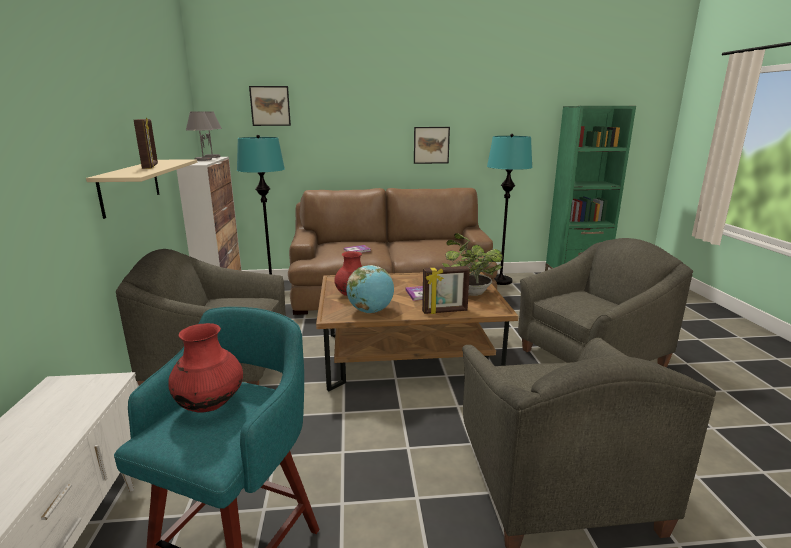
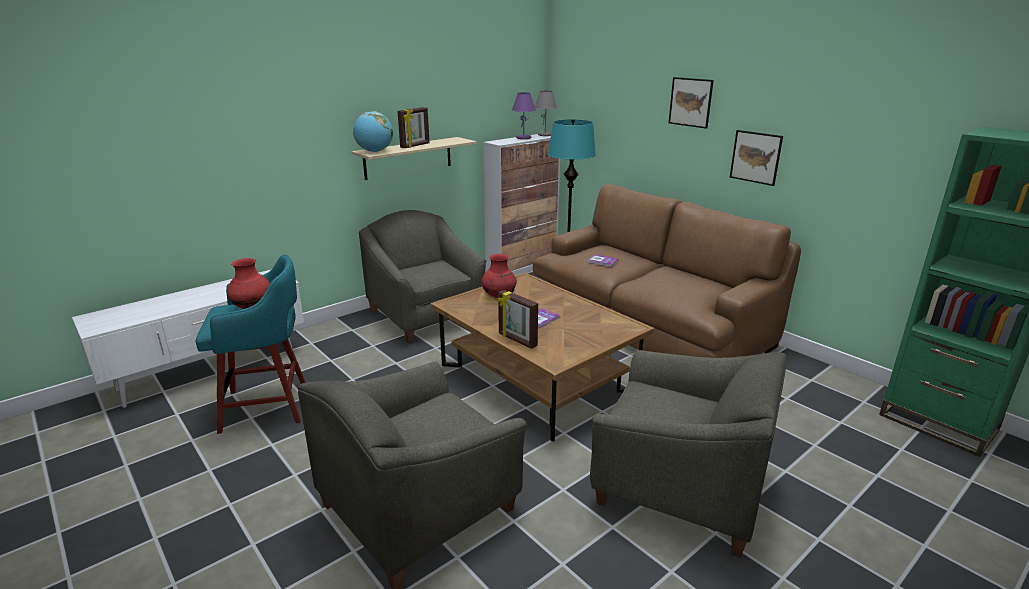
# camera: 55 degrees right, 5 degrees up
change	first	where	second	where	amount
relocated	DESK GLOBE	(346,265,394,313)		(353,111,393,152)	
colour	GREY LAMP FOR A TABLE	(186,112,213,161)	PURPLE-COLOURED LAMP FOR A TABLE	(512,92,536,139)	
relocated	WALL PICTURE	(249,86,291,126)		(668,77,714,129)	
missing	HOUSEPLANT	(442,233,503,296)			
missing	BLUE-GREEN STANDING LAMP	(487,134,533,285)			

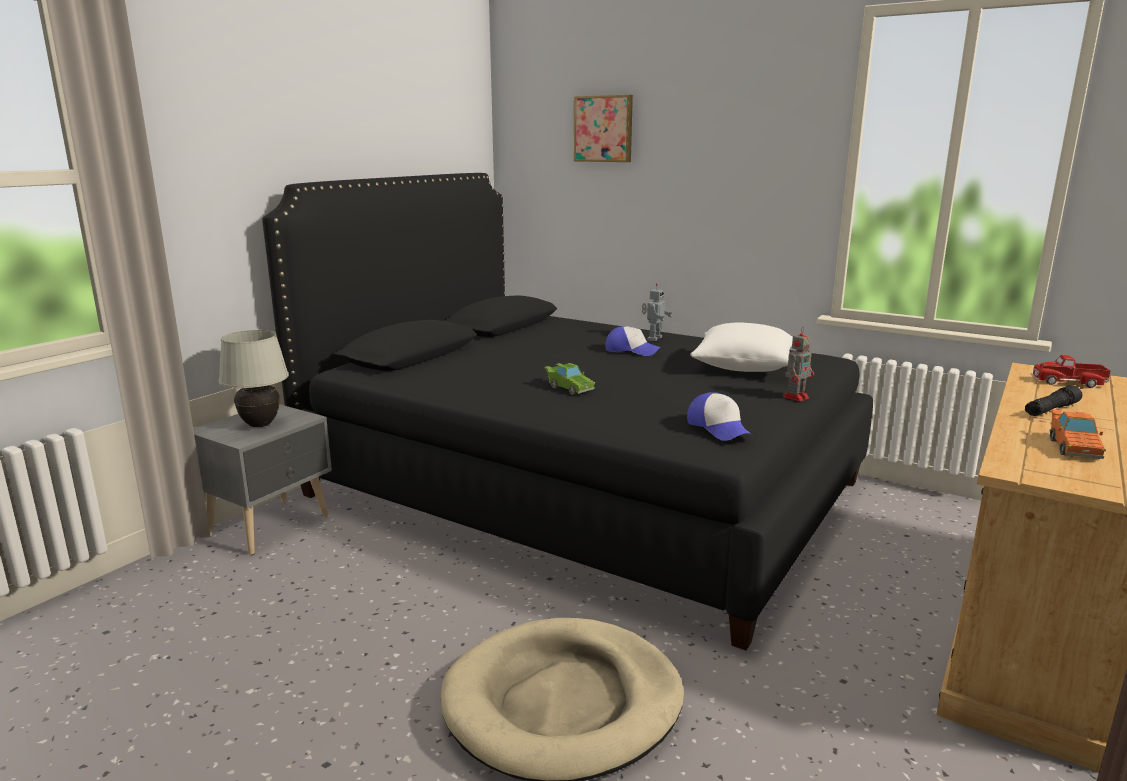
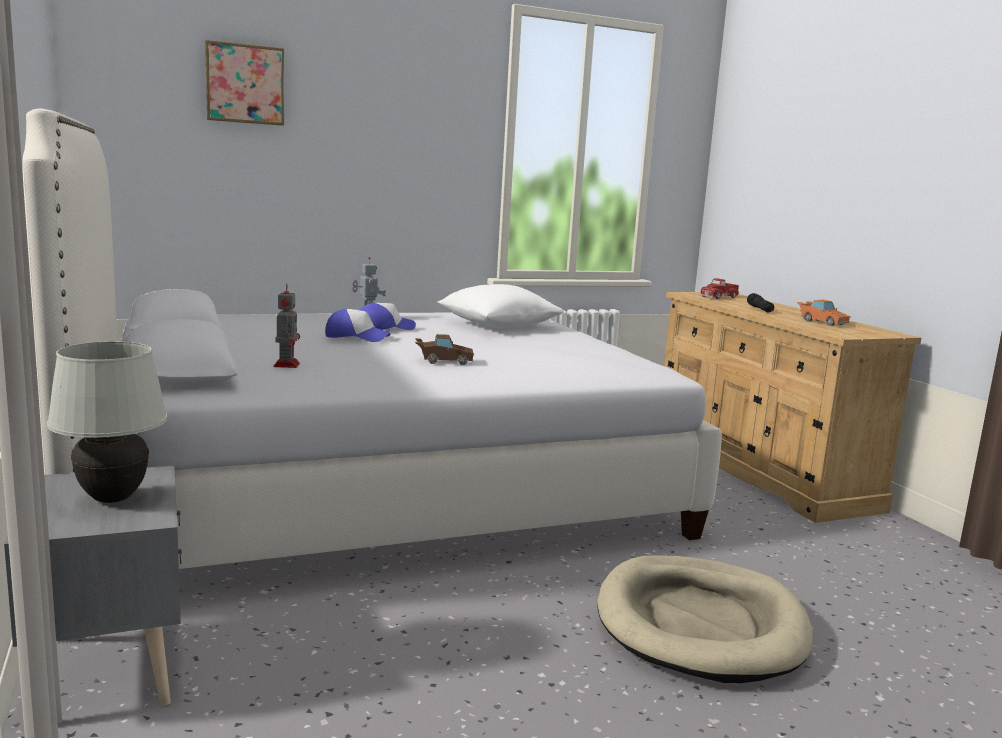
# camera: 55 degrees left, 5 degrees down
change	first	where	second	where	amount
colour	BLACKISH BED	(262,173,873,650)	WHITE BED	(22,109,722,569)	
relocated	ROBOT FIGURE	(783,327,814,402)		(274,283,300,368)	
relocated	PEAKED CAP	(687,392,752,441)		(325,309,391,342)	
colour	GREEN-COLOURED MODEL CAR	(544,363,595,395)	BROWN-COLOURED MODEL CAR	(415,334,474,365)	

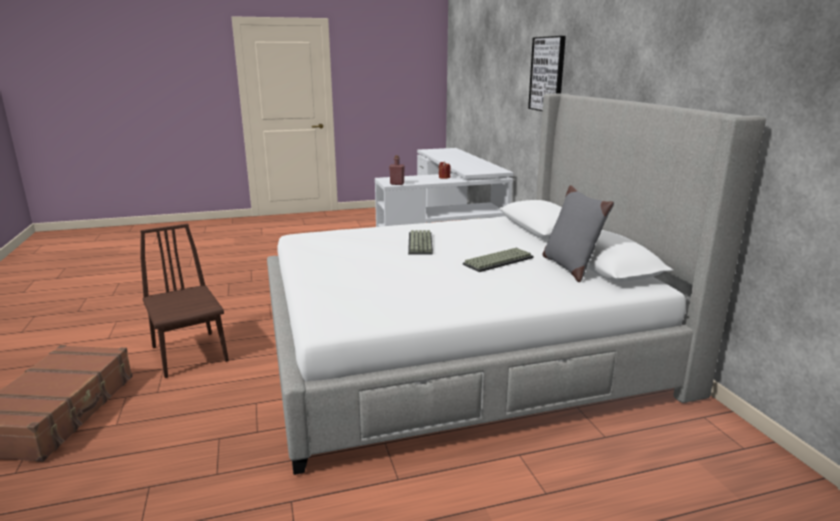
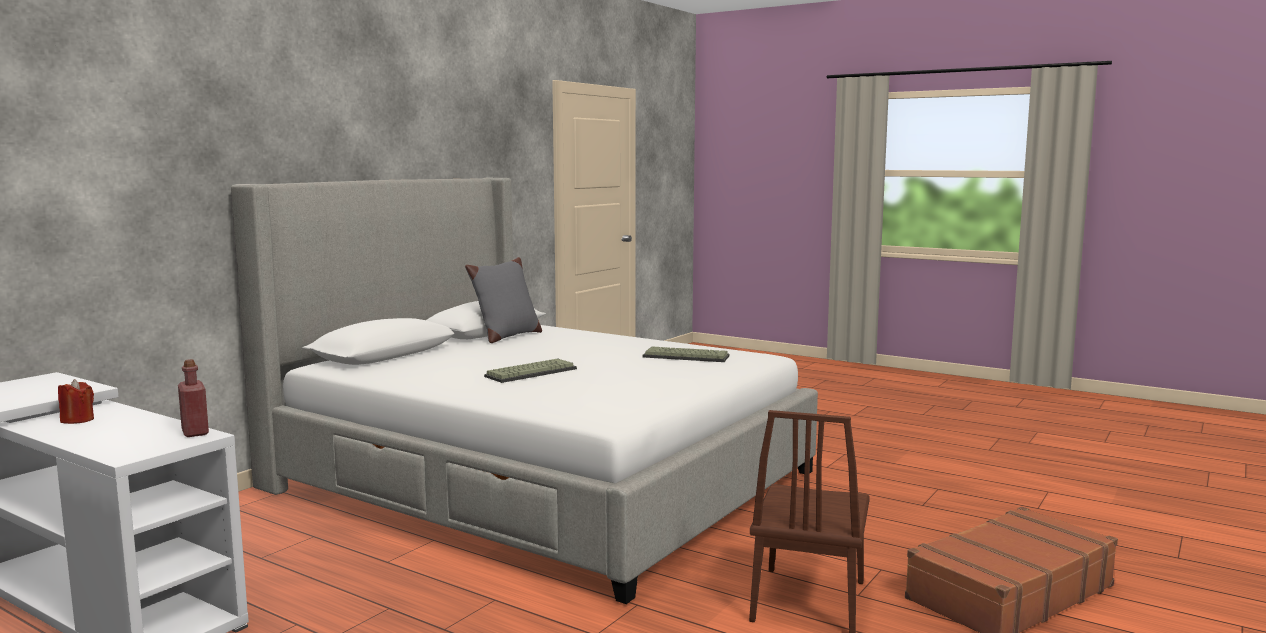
# camera: 130 degrees left, 10 degrees down
change	first	where	second	where	amount
relocated	KEYBOARD	(463,248,534,272)		(643,347,730,362)	
missing	WALL PICTURE	(528,36,566,111)			

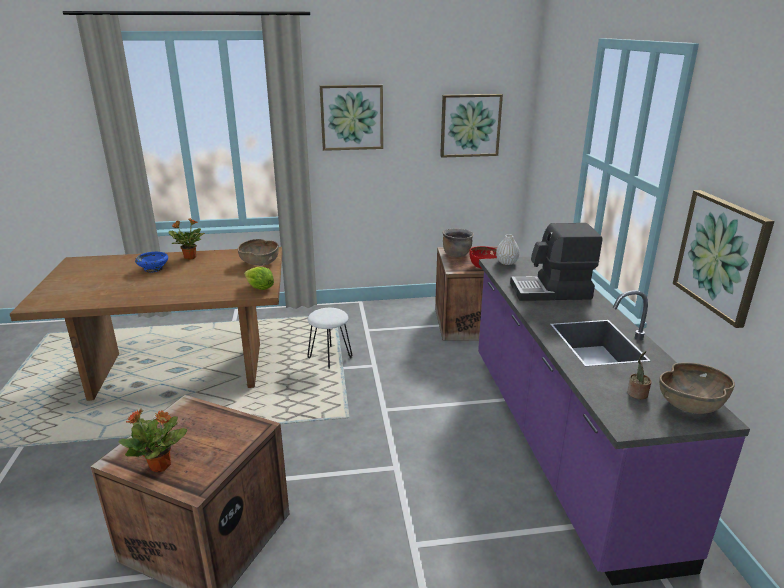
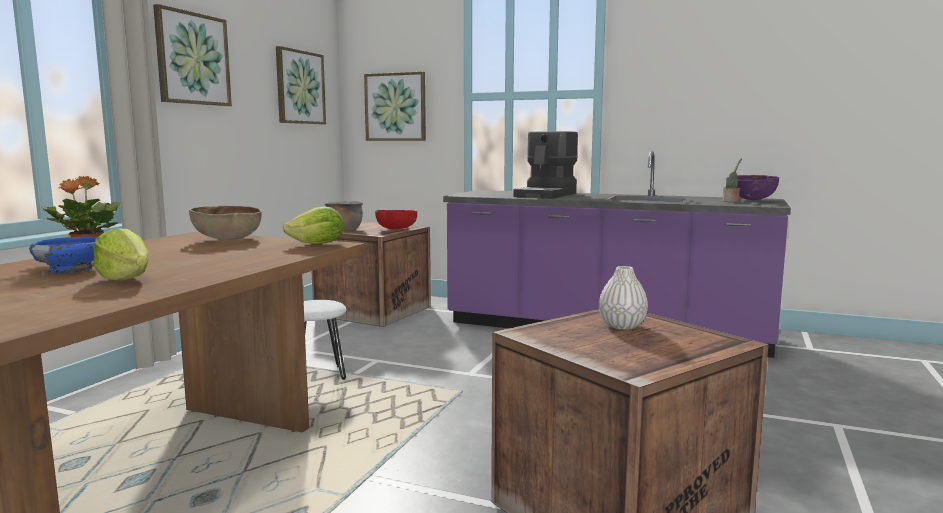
# camera: 60 degrees left, 15 degrees down
change	first	where	second	where	amount
appeared			HEAD OF LETTUCE	(93,228,149,281)	
relocated	WALL PICTURE	(673,190,774,328)		(364,72,426,141)	
relocated	WHITE FLOWER VASE	(496,234,520,265)		(599,266,648,330)	
colour	BROWN-COLOURED SERVING BOWL	(659,363,735,414)	PURPLE-COLOURED SERVING BOWL	(726,175,779,200)	
missing	HOUSEPLANT	(119,409,187,472)			

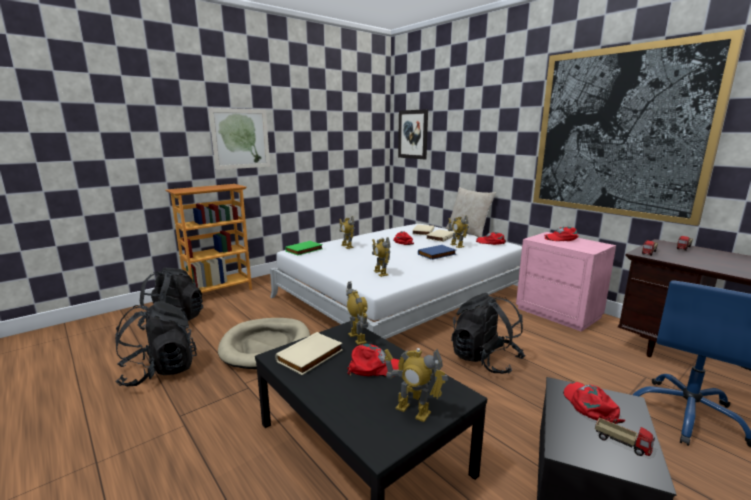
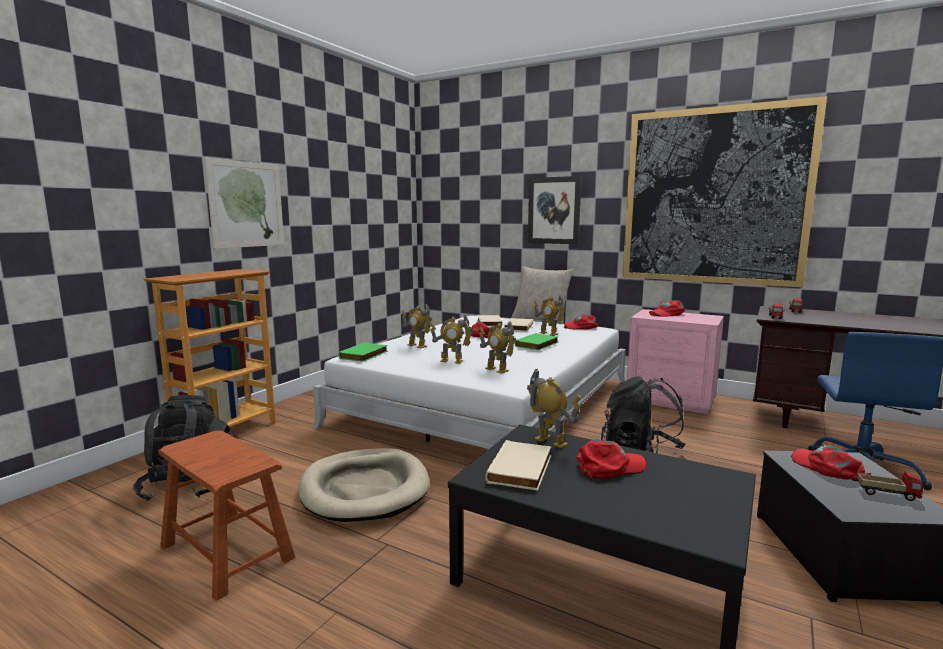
# camera: 20 degrees left, 5 degrees down
change	first	where	second	where	amount
exchanged	BLACKISH BACKPACK	(115,301,197,386)	BROWN-COLOURED SITTING STOOL	(158,431,295,601)	
relocated	ROBOT FIGURE	(384,348,448,422)		(430,314,474,364)	
colour	BLUISH BOUND BOOK	(418,245,456,260)	GREEN-COLOURED BOUND BOOK	(515,333,558,350)	
relocated	WALL PICTURE	(398,109,428,159)		(528,176,582,244)	

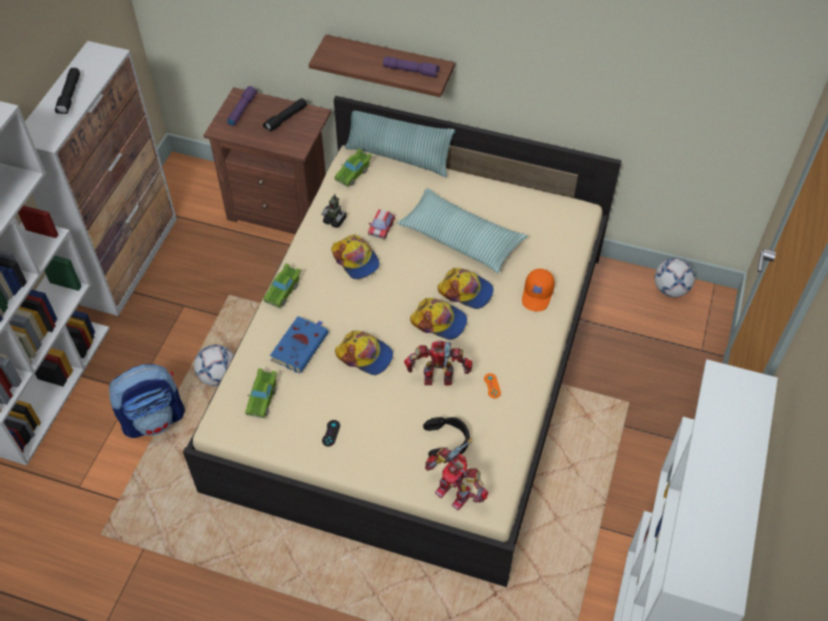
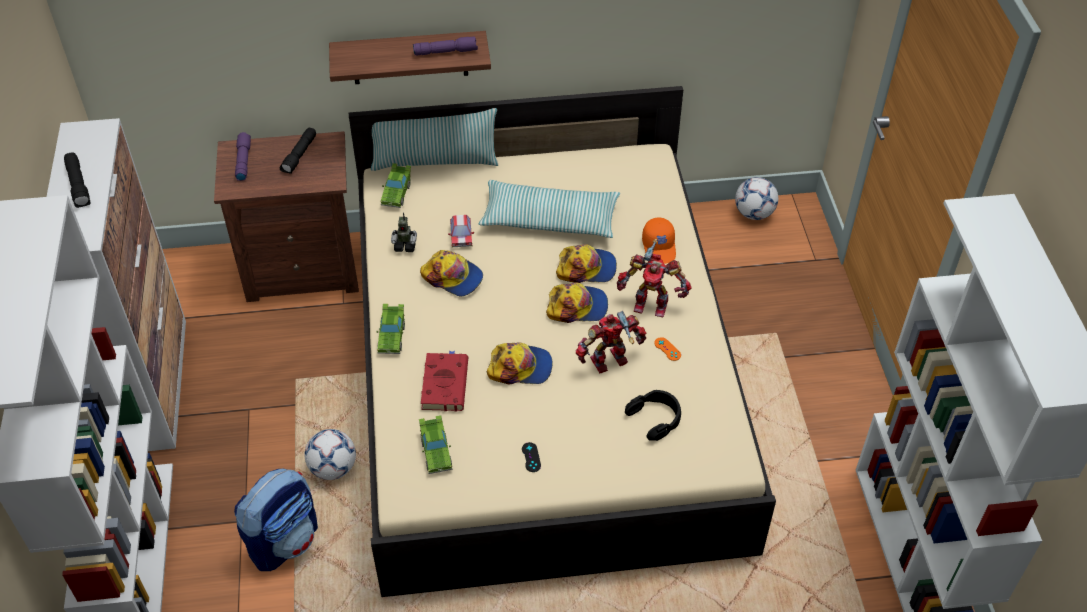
# camera: 25 degrees left, 5 degrees down
change	first	where	second	where	amount
colour	BLUISH BOUND BOOK	(270,316,329,373)	REDDISH BOUND BOOK	(421,351,468,412)	
relocated	ROBOT FIGURE	(425,438,488,510)		(617,239,691,318)	

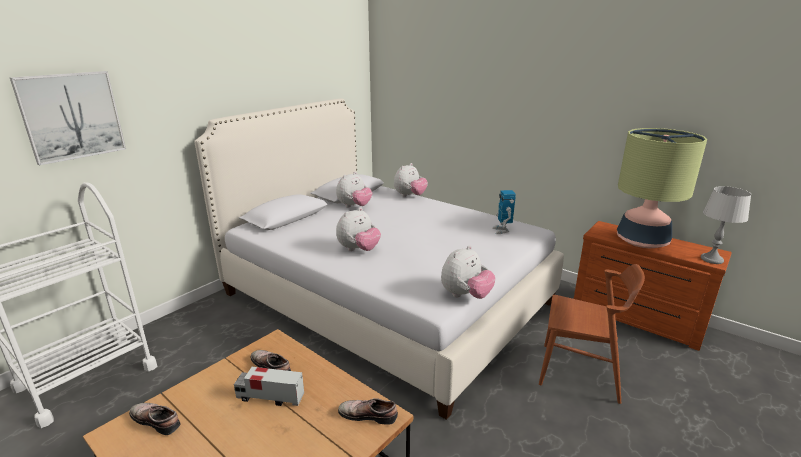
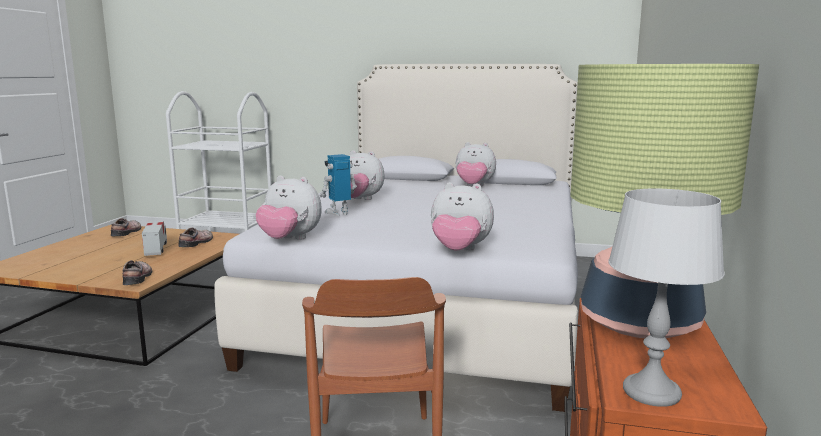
# camera: 65 degrees right, 10 degrees down
change	first	where	second	where	amount
relocated	ROBOT FIGURE	(492,190,516,234)		(320,154,357,216)	
relocated	SOFT TOY	(394,163,428,197)		(431,182,494,251)	
missing	WALL PICTURE	(10,71,126,165)			

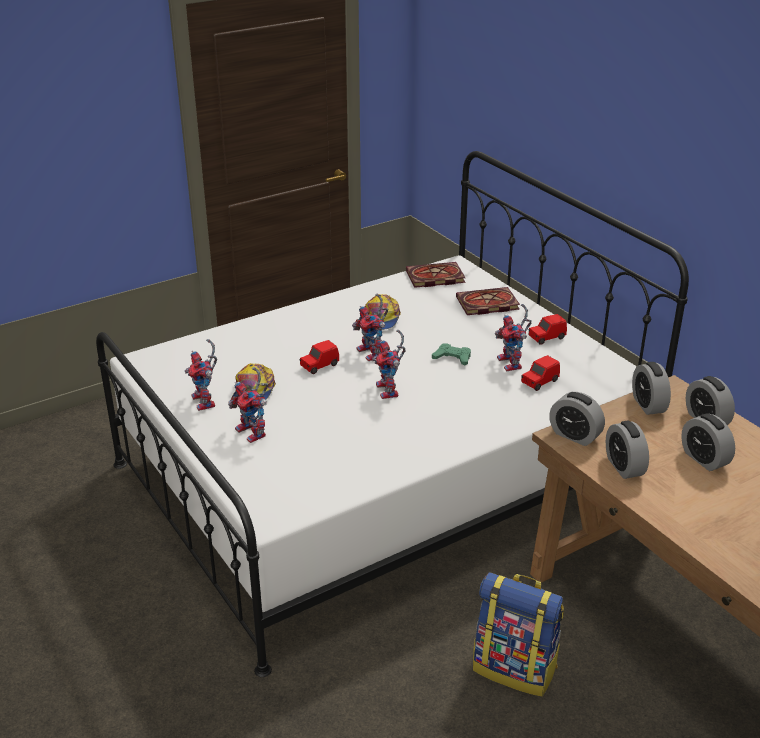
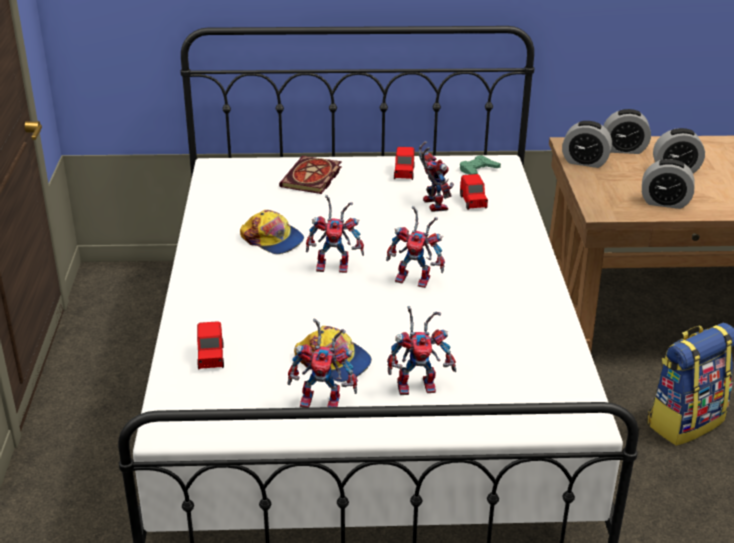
# camera: 60 degrees left, 0 degrees up
change	first	where	second	where	amount
relocated	REDDISH MODEL CAR	(299,340,339,374)		(197,321,224,370)	
spun	ROBOT FIGURE	(495,304,532,371)		(419,141,454,212)	120 degrees counterclockwise
relocated	GREEN-COLOURED JOYPAD	(432,343,471,365)		(460,155,501,175)	
missing	BOUND BOOK	(406,262,465,288)			
missing	TABLE CLOCK	(549,392,605,446)			

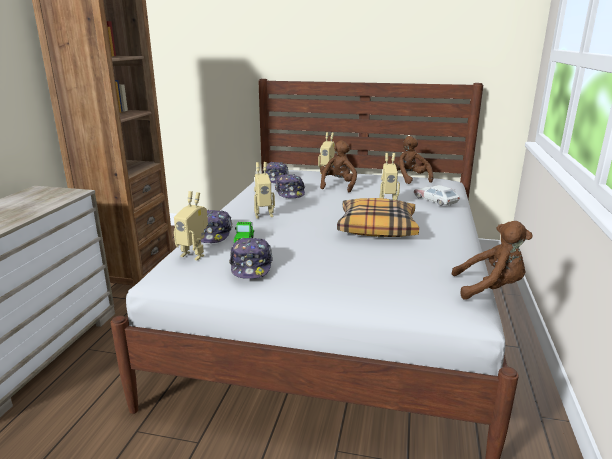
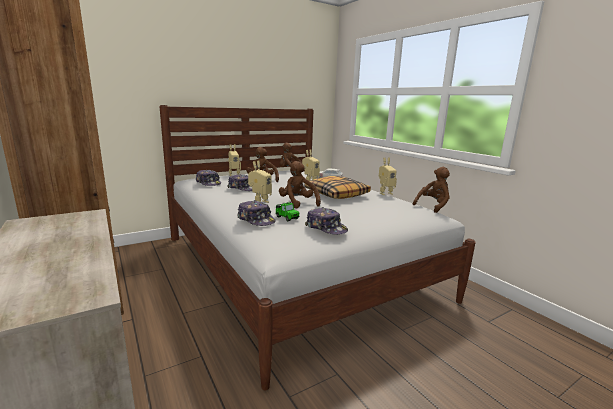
# camera: 45 degrees left, 5 degrees down
change	first	where	second	where	amount
appeared			BROWN-COLOURED SOFT TOY	(279,161,321,209)	
relocated	ROBOT FIGURE	(174,191,208,260)		(379,157,397,195)	

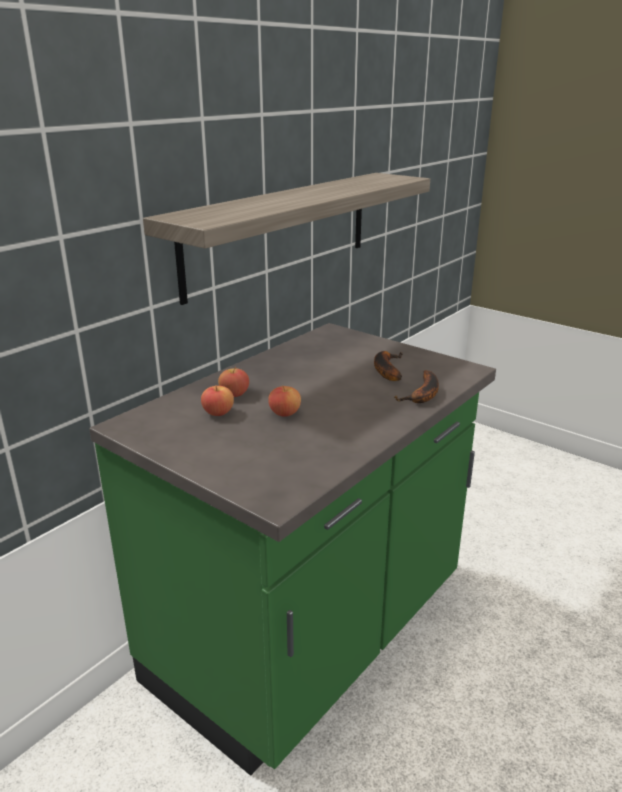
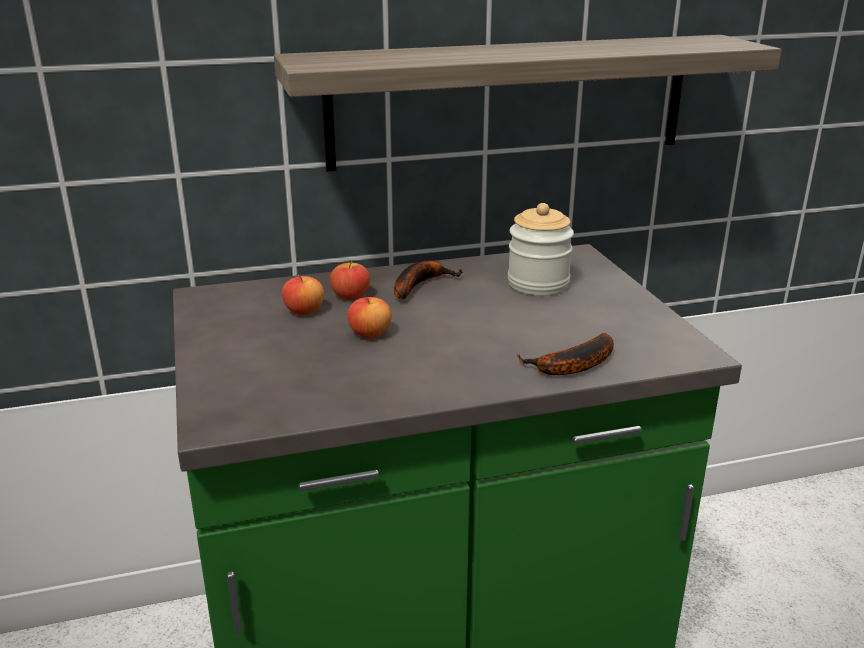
# camera: 35 degrees right, 0 degrees up
change	first	where	second	where	amount
relocated	WHOLE BANANA	(374,351,402,381)		(394,261,463,299)	
appeared			PRESERVE JAR	(508,203,574,295)	

